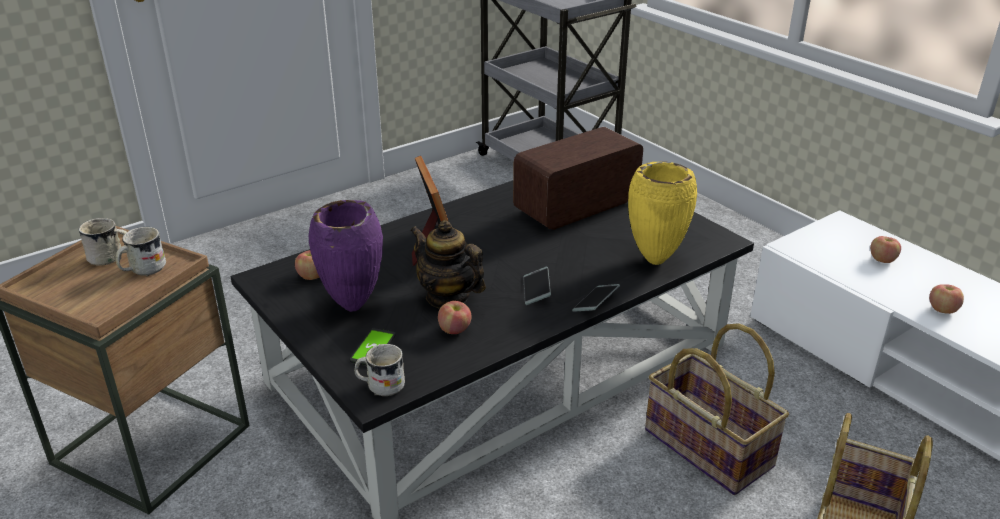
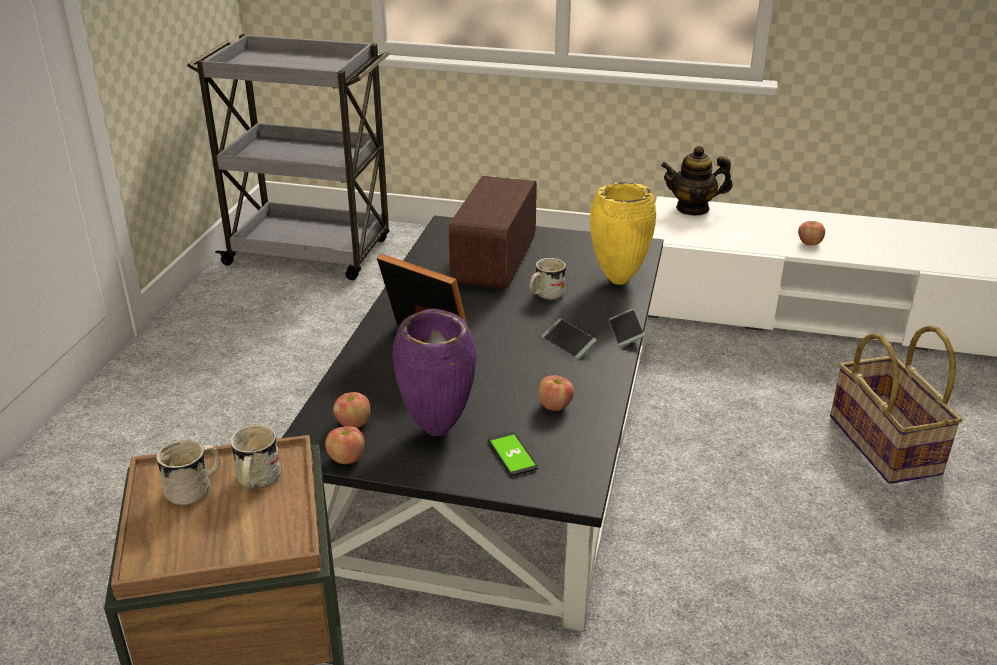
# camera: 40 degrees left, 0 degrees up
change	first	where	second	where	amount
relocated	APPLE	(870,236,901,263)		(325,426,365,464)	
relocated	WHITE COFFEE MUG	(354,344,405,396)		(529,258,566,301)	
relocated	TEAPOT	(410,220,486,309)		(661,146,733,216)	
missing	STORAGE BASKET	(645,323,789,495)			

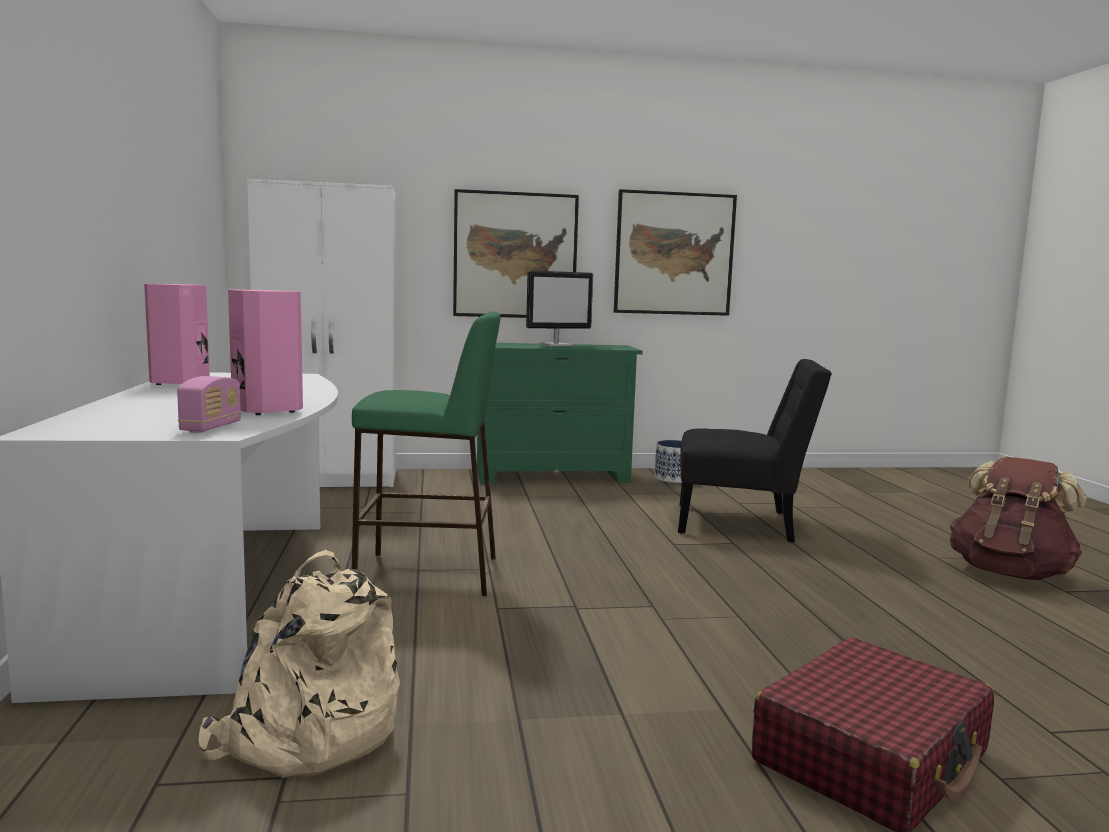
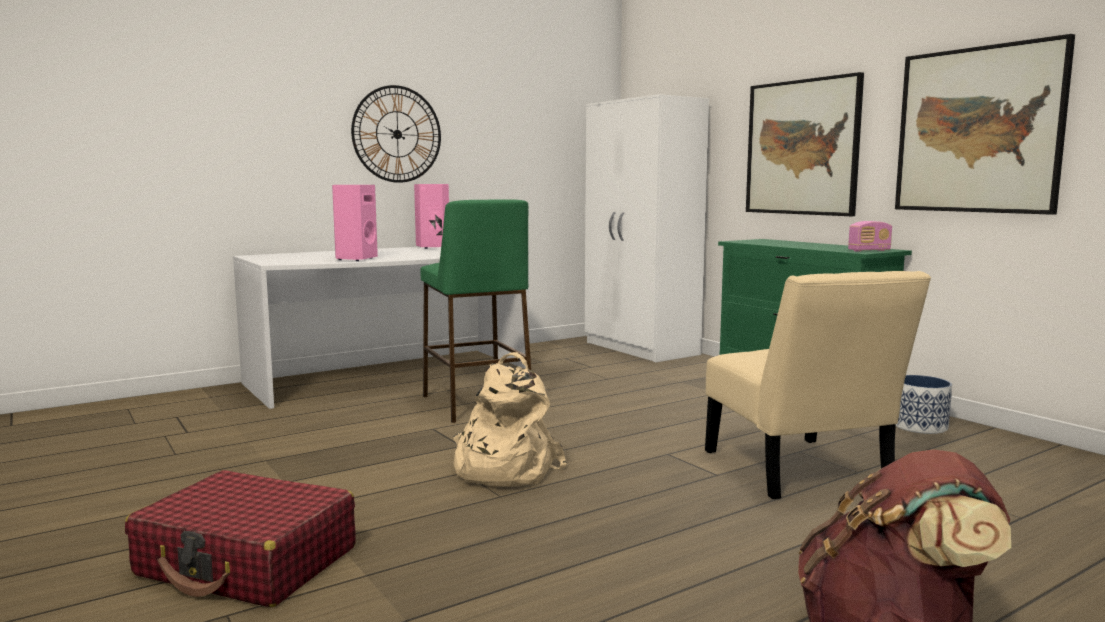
# camera: 65 degrees right, 0 degrees up
change	first	where	second	where	amount
appeared			CLOCK ON THE WALL	(351,85,441,183)	
relocated	SAND-COLOURED BACKPACK	(199,550,400,778)		(453,352,567,487)	
colour	BLACKISH PLAIN CHAIR	(678,359,832,542)	SAND-COLOURED PLAIN CHAIR	(705,271,931,499)	
relocated	RADIO	(177,376,241,433)		(848,221,892,252)	
missing	COMPUTER DISPLAY	(526,270,593,347)			

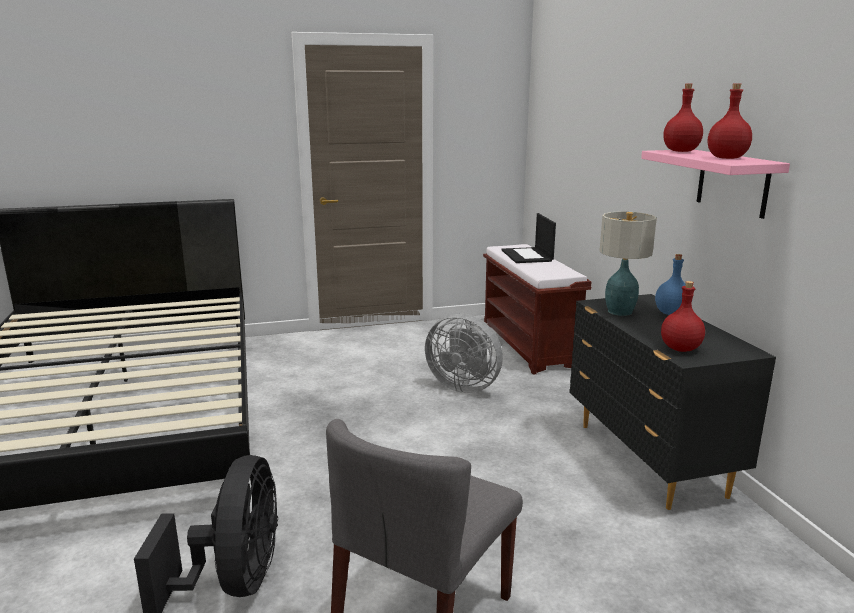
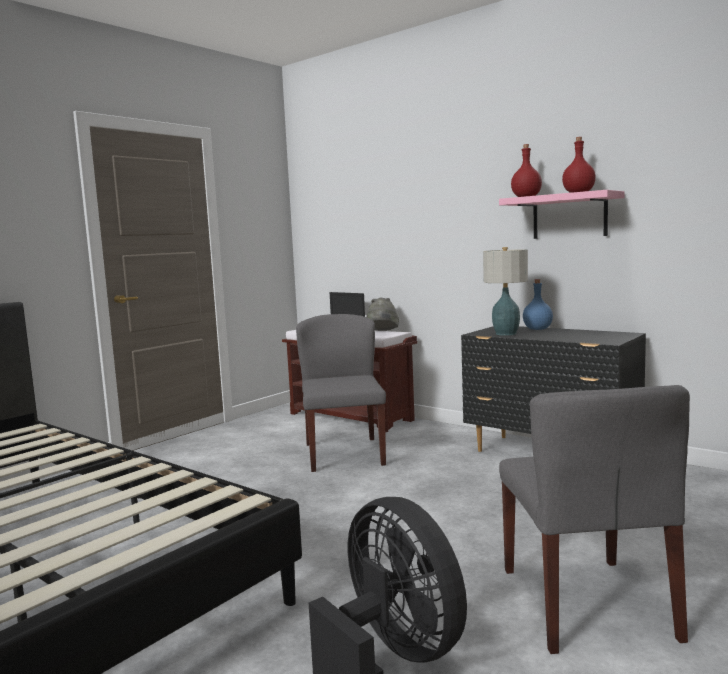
# camera: 35 degrees left, 10 degrees down
change	first	where	second	where	amount
exchanged	GREY ELECTRIC FAN	(425,313,503,393)	GREY PLAIN CHAIR	(296,314,386,472)	
appeared			GREY CLOTHING HAT	(366,298,399,331)	
missing	REDDISH DRINK BOTTLE	(661,281,705,352)			

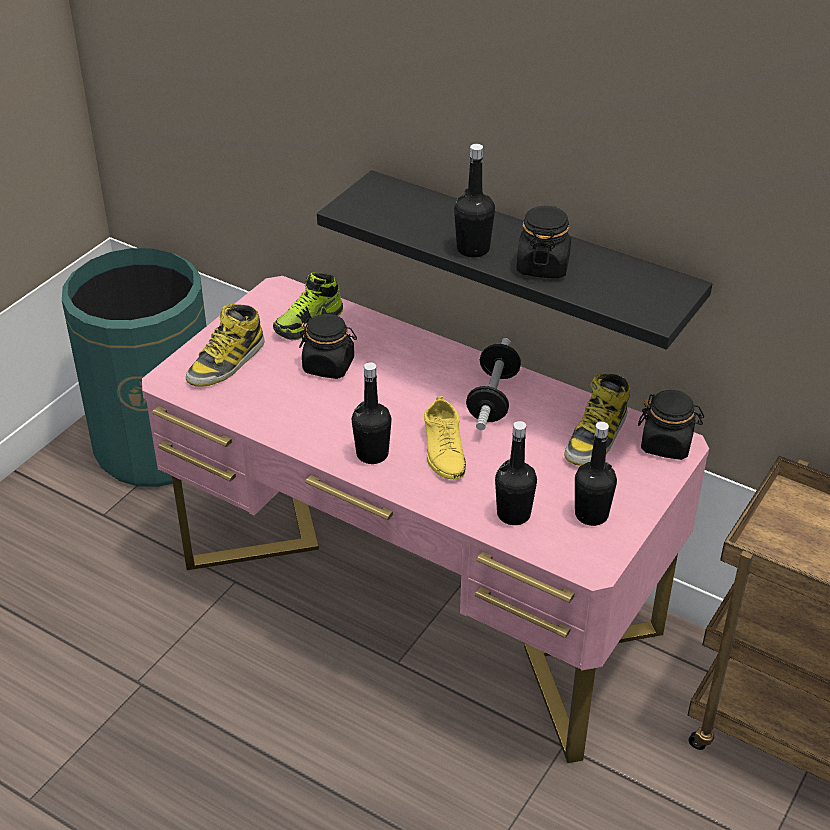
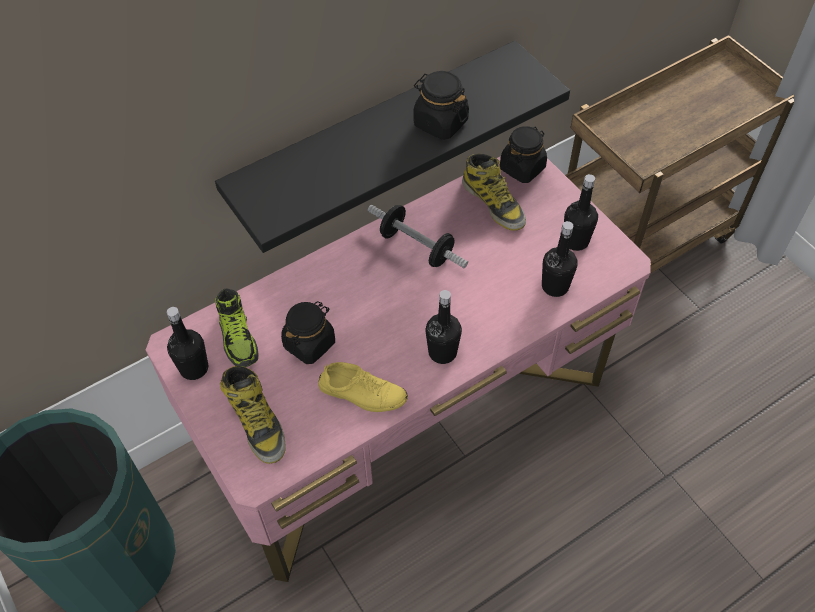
# camera: 65 degrees left, 15 degrees up
change	first	where	second	where	amount
relocated	BLACKISH DRINK BOTTLE	(454,144,495,258)		(167,307,208,380)	
relocated	YELLOW ITEM OF FOOTWEAR	(424,396,466,479)		(318,362,408,412)	

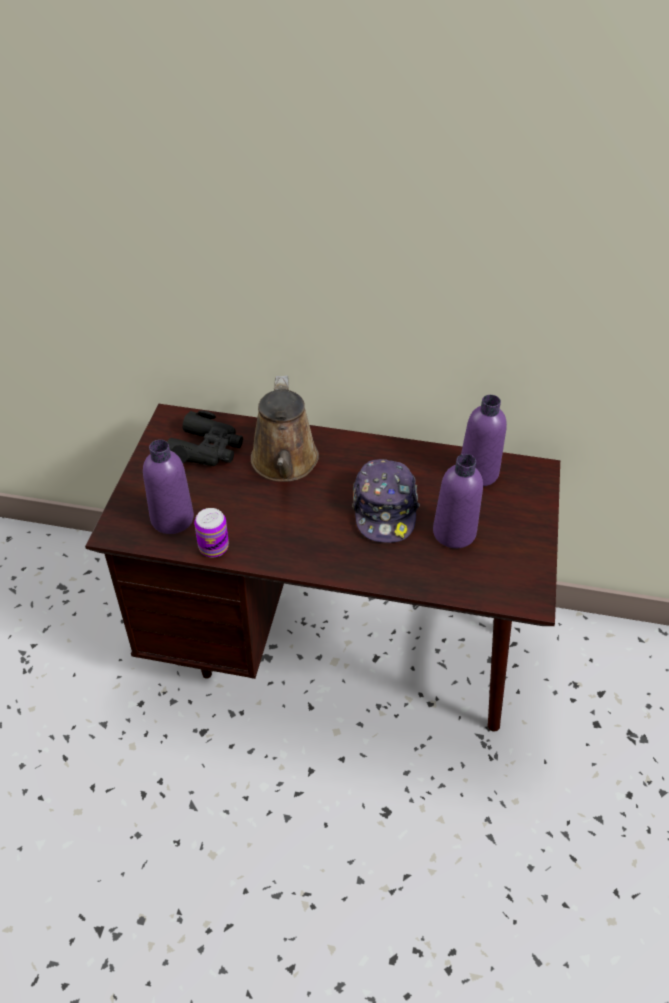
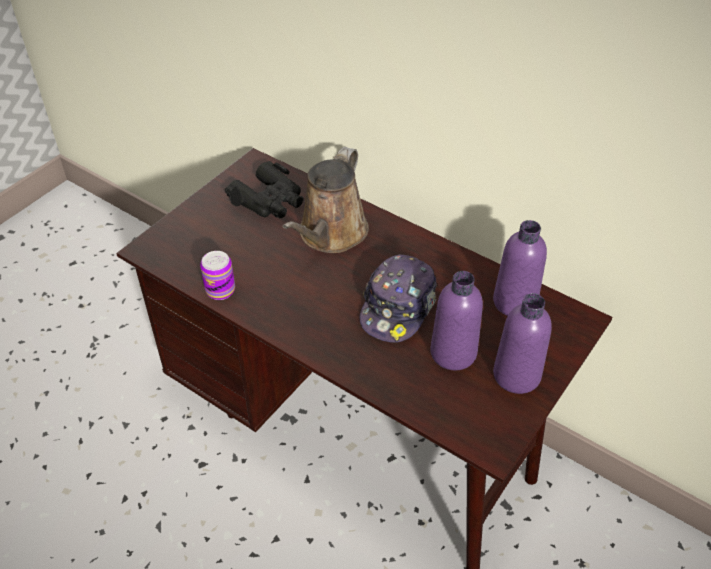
# camera: 25 degrees right, 0 degrees up
change	first	where	second	where	amount
relocated	PURPLE-COLOURED DRINK BOTTLE	(143,440,194,534)		(493,293,552,394)	

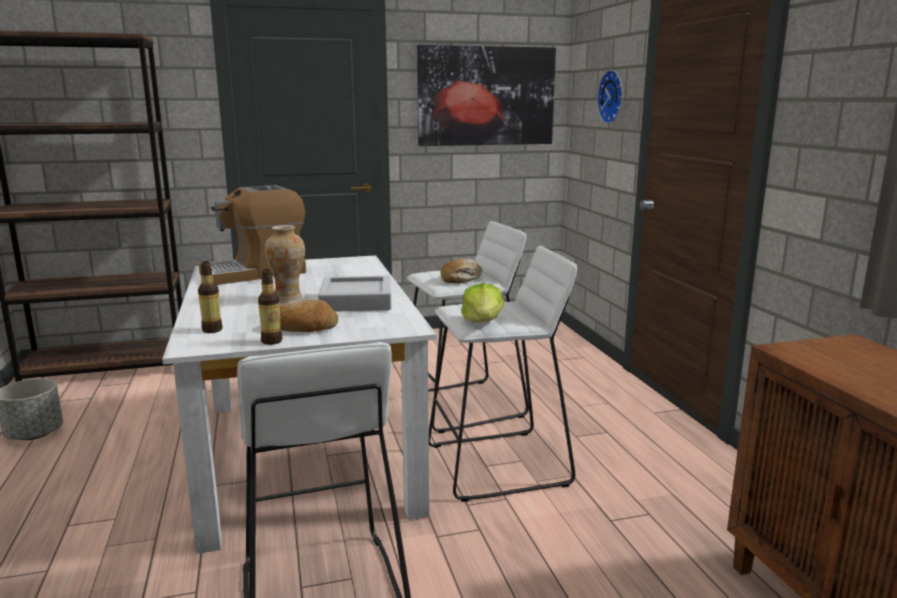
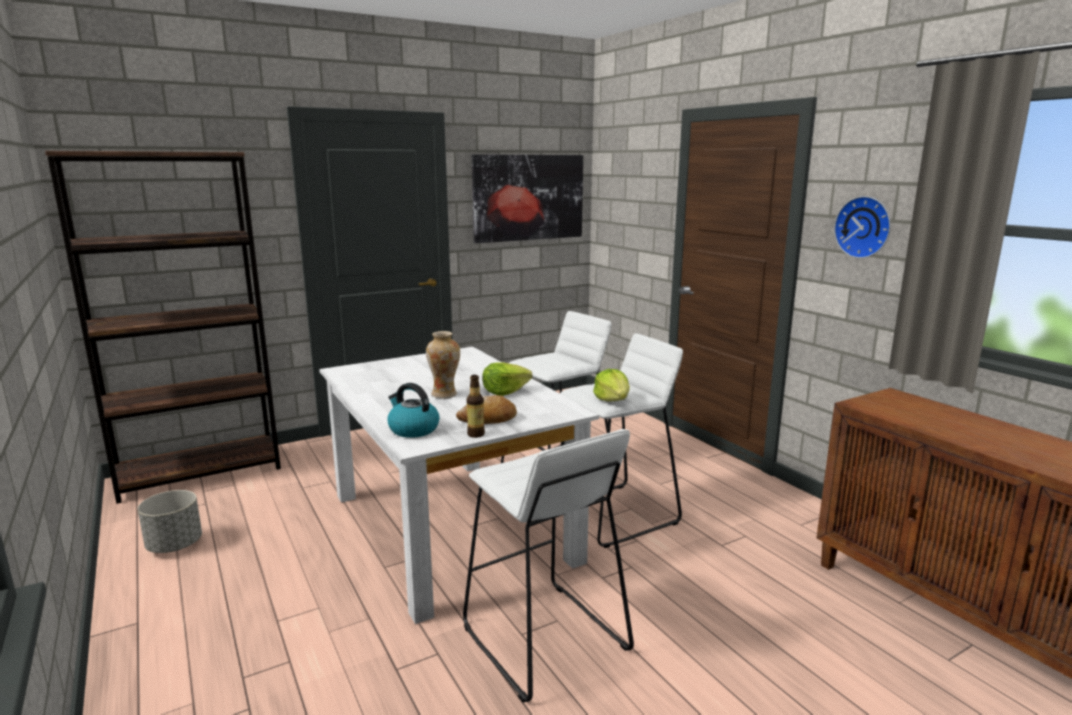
# camera: 15 degrees left, 0 degrees up
change	first	where	second	where	amount
exchanged	DRINK BOTTLE	(198,261,223,333)	TEA KETTLE	(387,383,440,438)	
exchanged	GREY CARRYING TRAY	(318,276,391,312)	HEAD OF LETTUCE	(482,363,532,396)	
relocated	CLOCK ON THE WALL	(597,70,623,124)		(834,196,891,259)	
missing	COFFEE BREWER	(199,185,306,285)			
missing	BAKED BREAD	(440,259,482,283)			

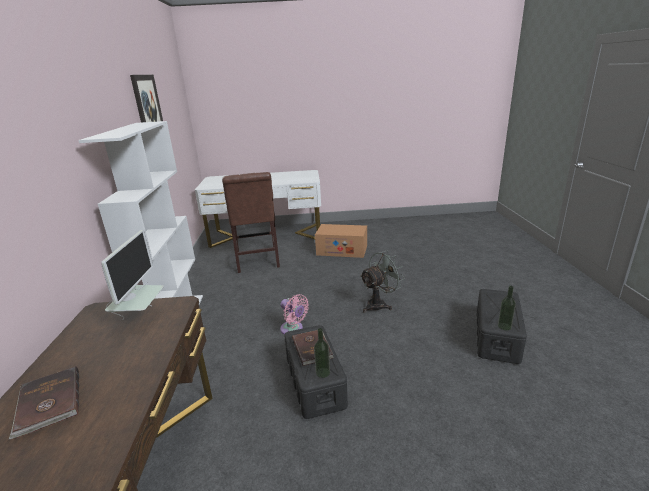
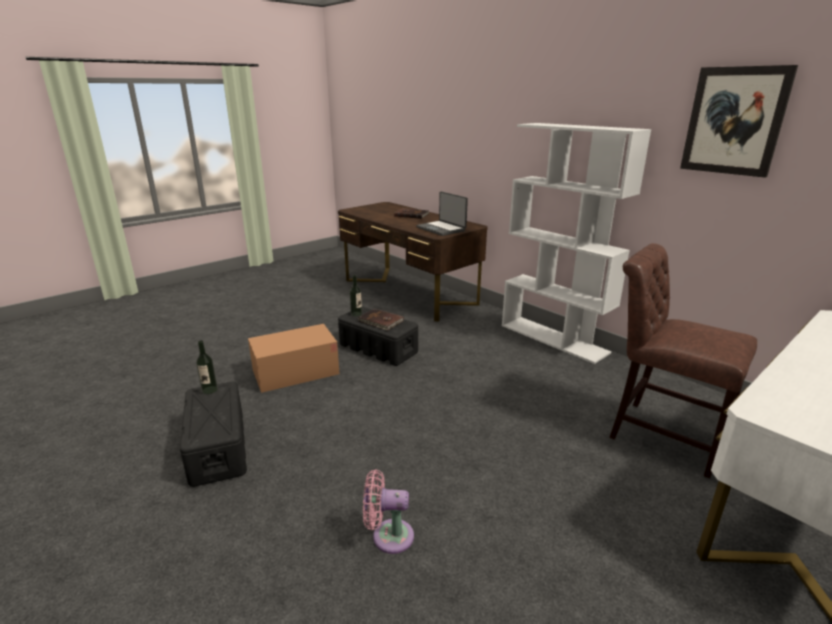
# camera: 140 degrees right, 0 degrees up
change	first	where	second	where	amount
relocated	CARDBOARD BOX	(315,224,367,258)		(248,324,340,393)	
relocated	PINK ELECTRIC FAN	(280,294,309,335)		(363,469,414,554)	
exchanged	COMPUTER DISPLAY	(101,230,164,320)	NOTEBOOK COMPUTER	(416,191,468,236)	
missing	GREY ELECTRIC FAN	(360,250,405,313)			

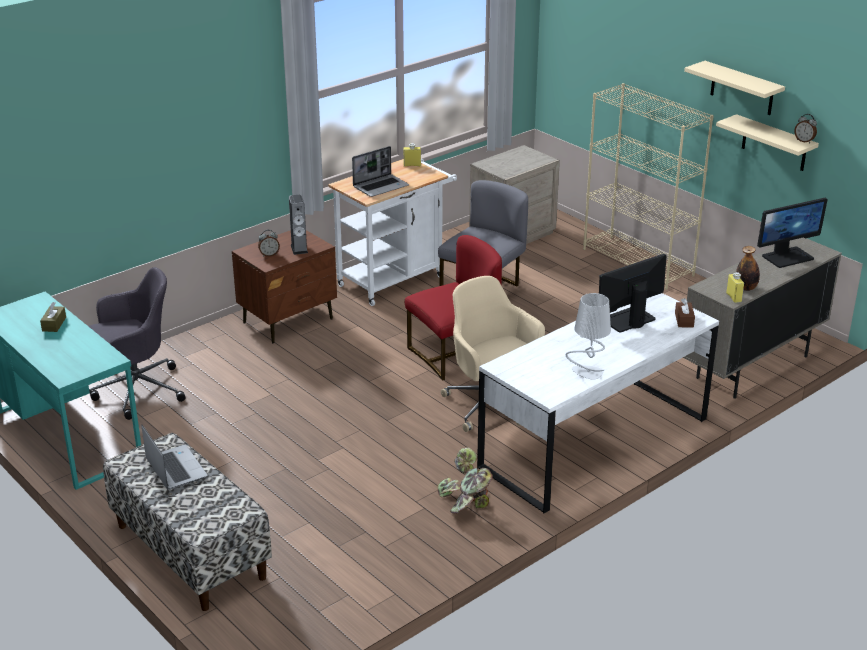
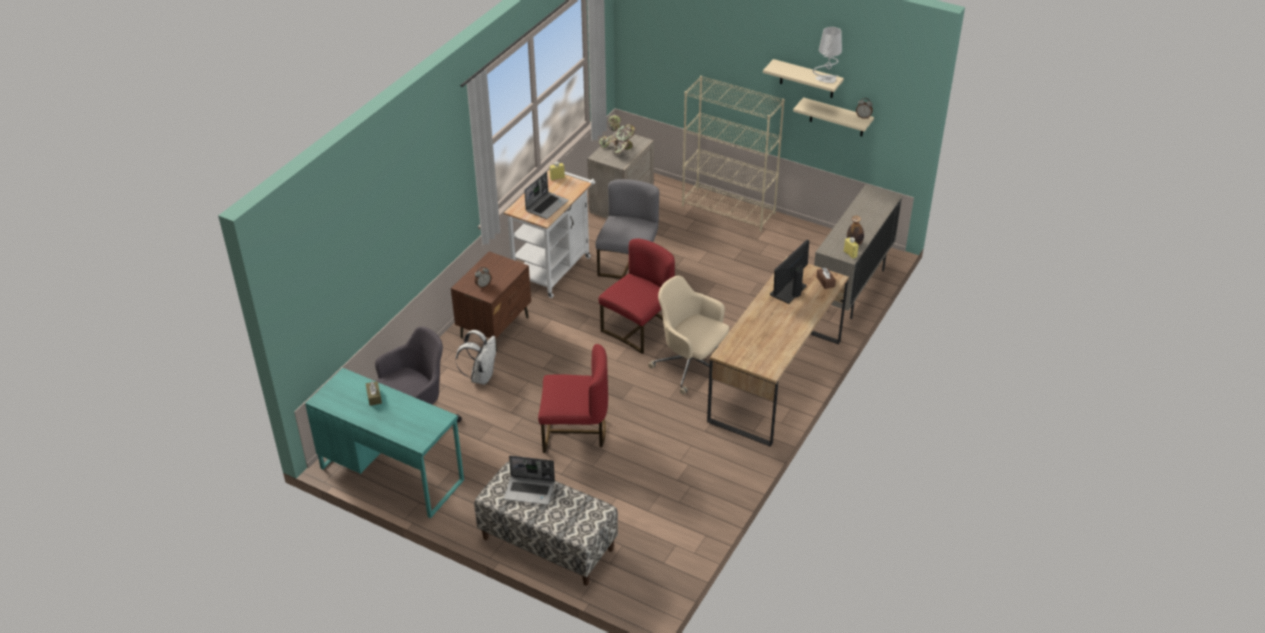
# camera: 20 degrees left, 10 degrees up
change	first	where	second	where	amount
appeared			WHITE BACKPACK	(455,330,496,385)	
spun	NOTEBOOK COMPUTER	(142,425,208,490)		(504,456,555,505)	150 degrees clockwise
appeared			REDDISH PLAIN CHAIR	(538,344,608,453)	
relocated	HOUSEPLANT	(437,447,493,514)		(599,115,635,154)	
colour	WHITE DESK UNIT	(477,293,719,513)	BROWN-COLOURED DESK UNIT	(707,257,849,447)	
relocated	GREY LAMP FOR A TABLE	(566,293,611,380)		(813,27,842,83)	
missing	LOUDSPEAKER	(289,195,308,255)			
missing	COMPUTER DISPLAY	(757,198,828,268)			

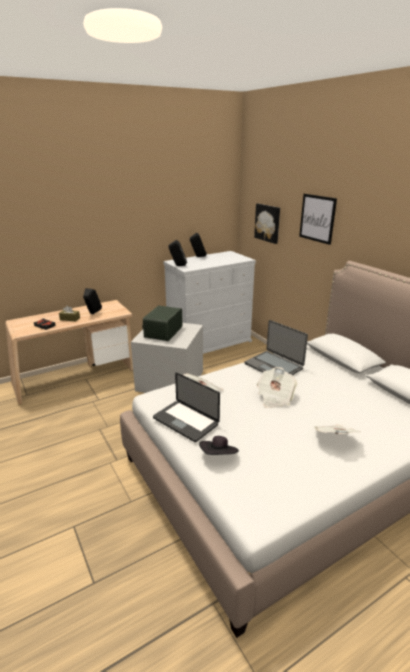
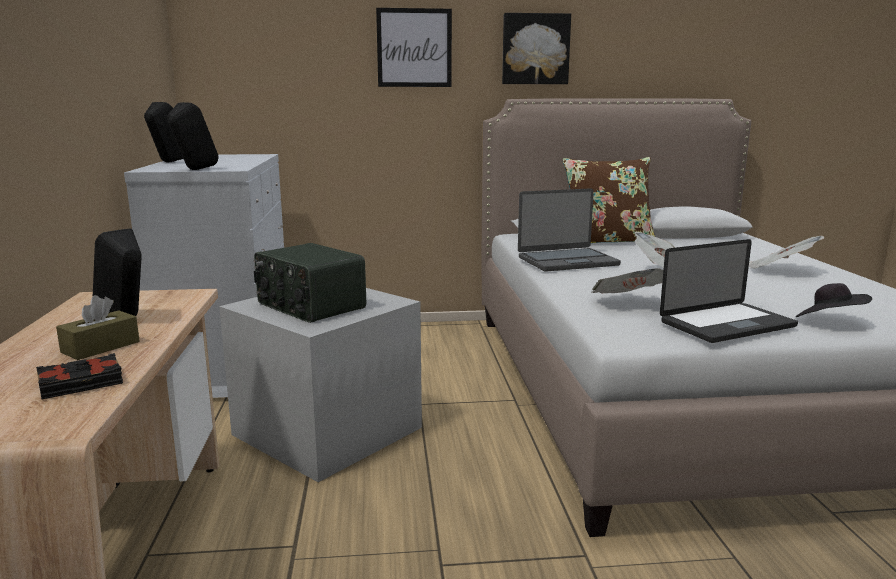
# camera: 65 degrees left, 10 degrees down
change	first	where	second	where	amount
relocated	WALL PICTURE	(254,203,280,244)		(502,13,571,84)	
appeared			BROWN-COLOURED PILLOW	(563,157,655,243)	

